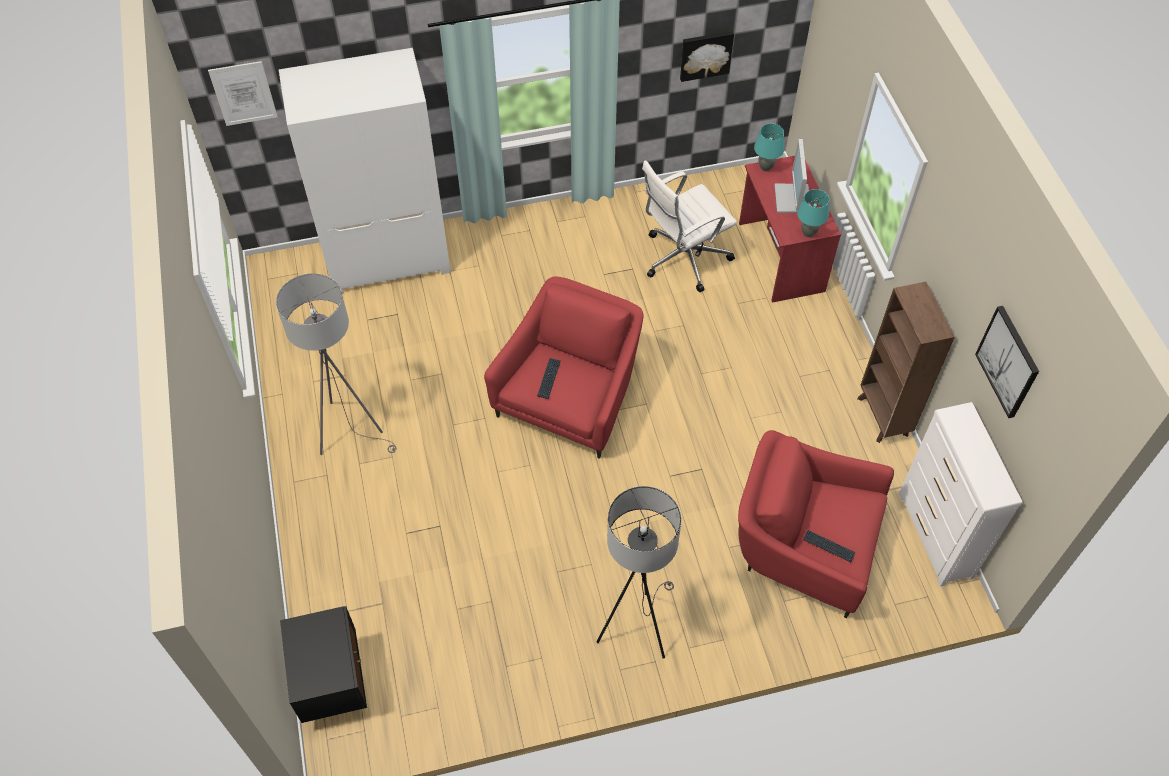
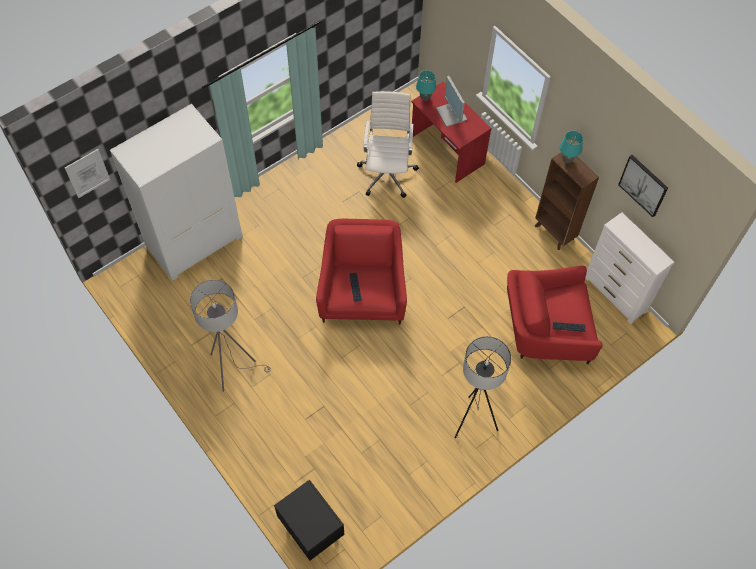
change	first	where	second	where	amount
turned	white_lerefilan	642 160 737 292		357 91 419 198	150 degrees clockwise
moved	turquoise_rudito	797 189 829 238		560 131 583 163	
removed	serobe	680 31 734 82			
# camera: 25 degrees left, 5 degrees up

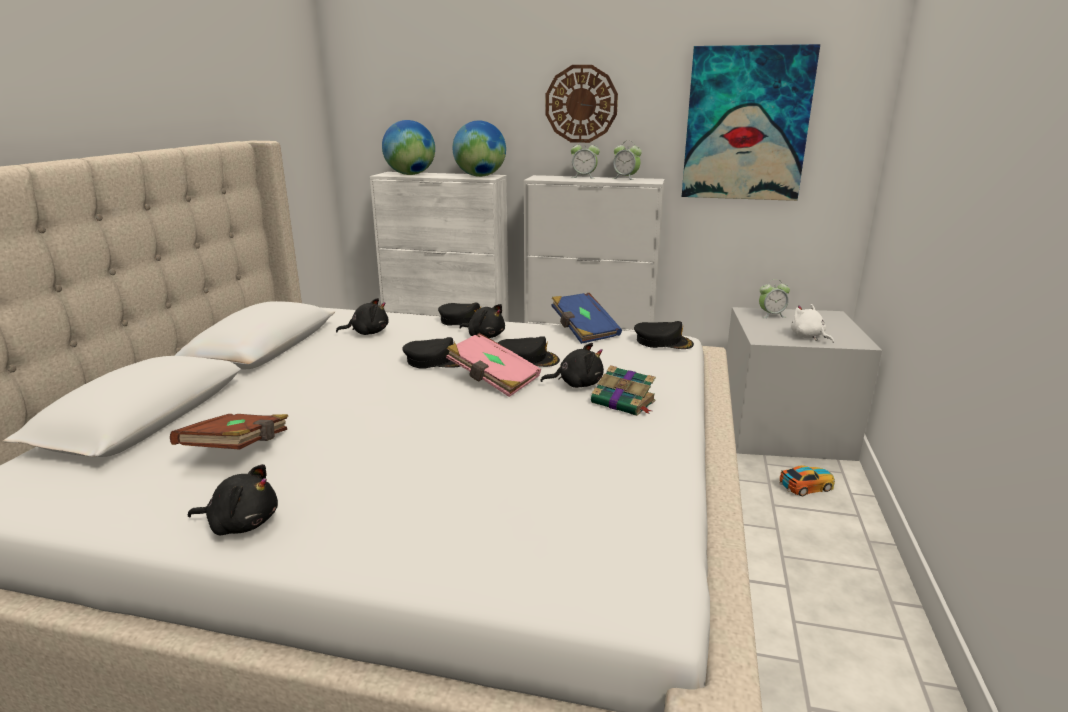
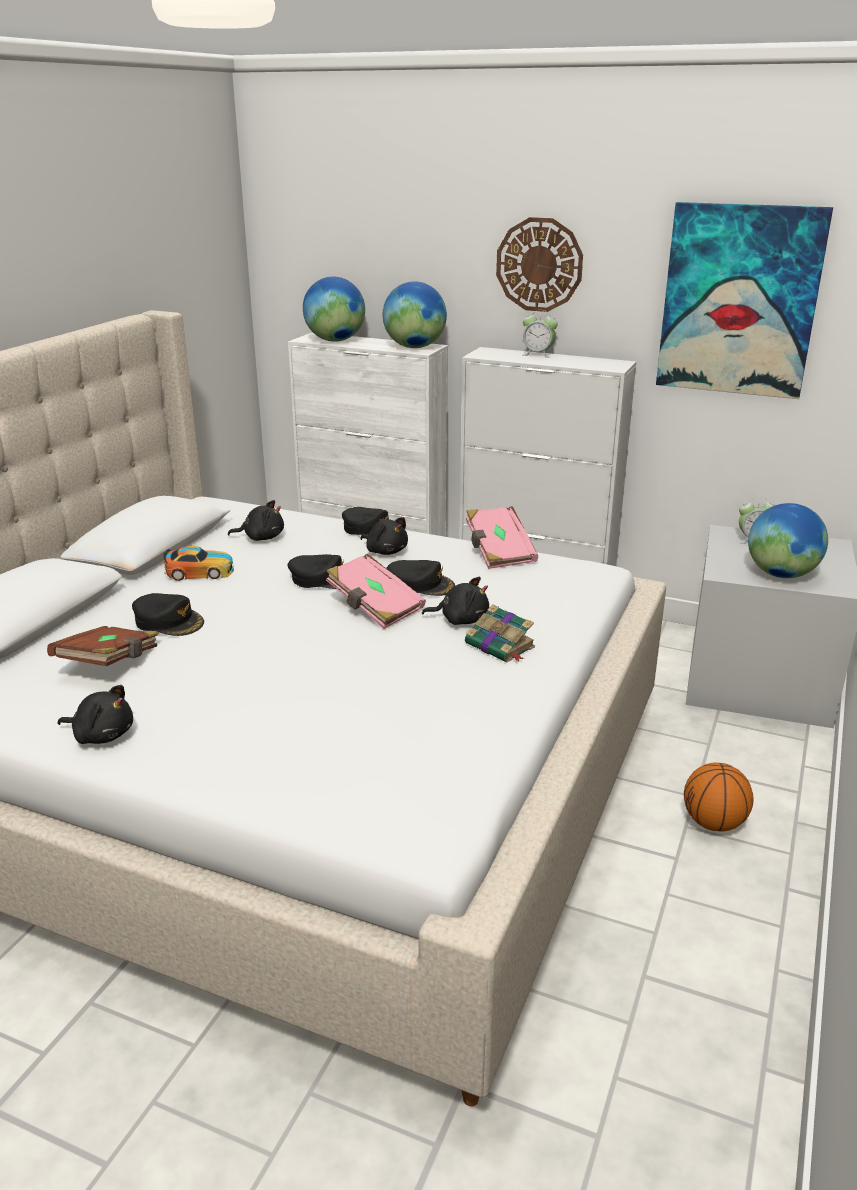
change	first	where	second	where	amount
moved	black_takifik	634 321 694 349		132 593 204 636	
moved	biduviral	779 465 835 496		163 546 234 581	
recoloured	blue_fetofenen	551 293 622 344	pink_fetofenen	466 506 538 569	
added			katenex	684 762 754 832	
replaced	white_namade	791 304 834 343	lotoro	748 503 828 578	
removed	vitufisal	613 141 642 180			
# camera: 10 degrees right, 5 degrees up

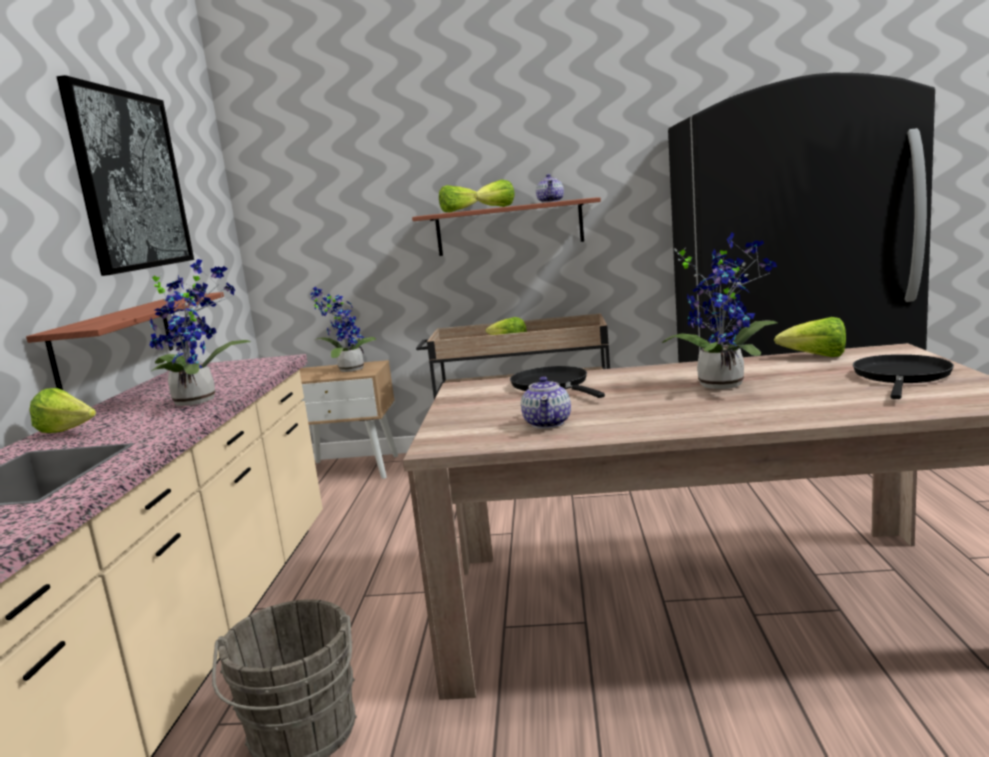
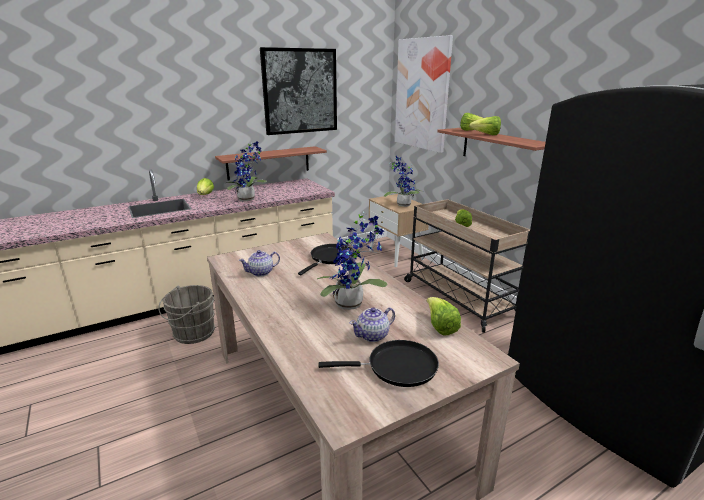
change	first	where	second	where	amount
moved	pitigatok	536 174 564 203		350 307 395 342	
added			serobe	395 35 453 153	
# camera: 55 degrees right, 10 degrees up

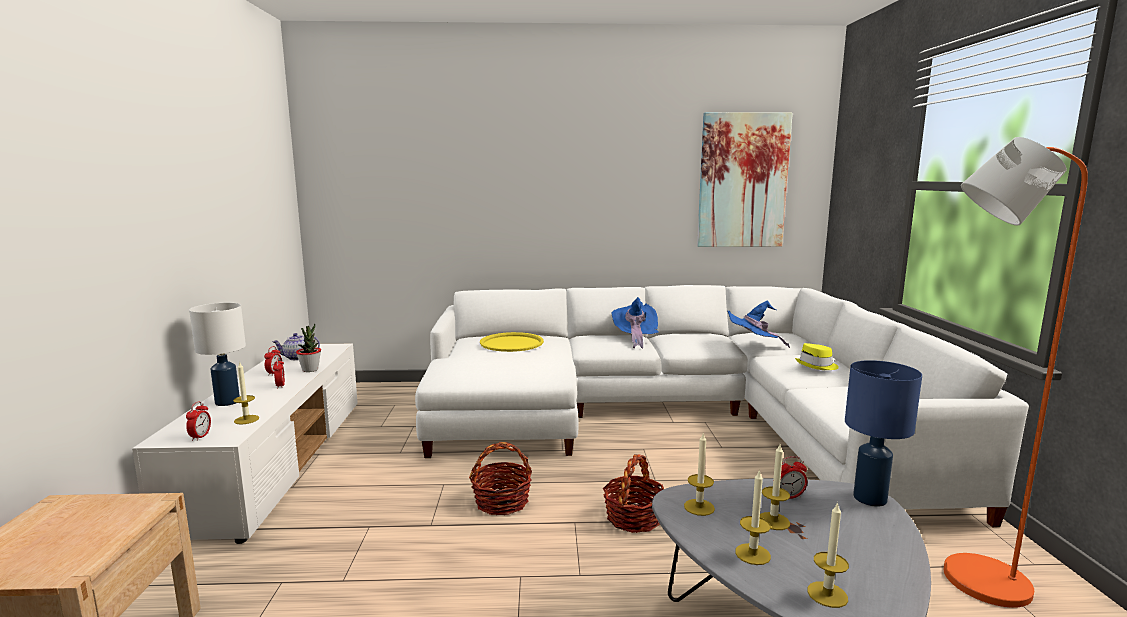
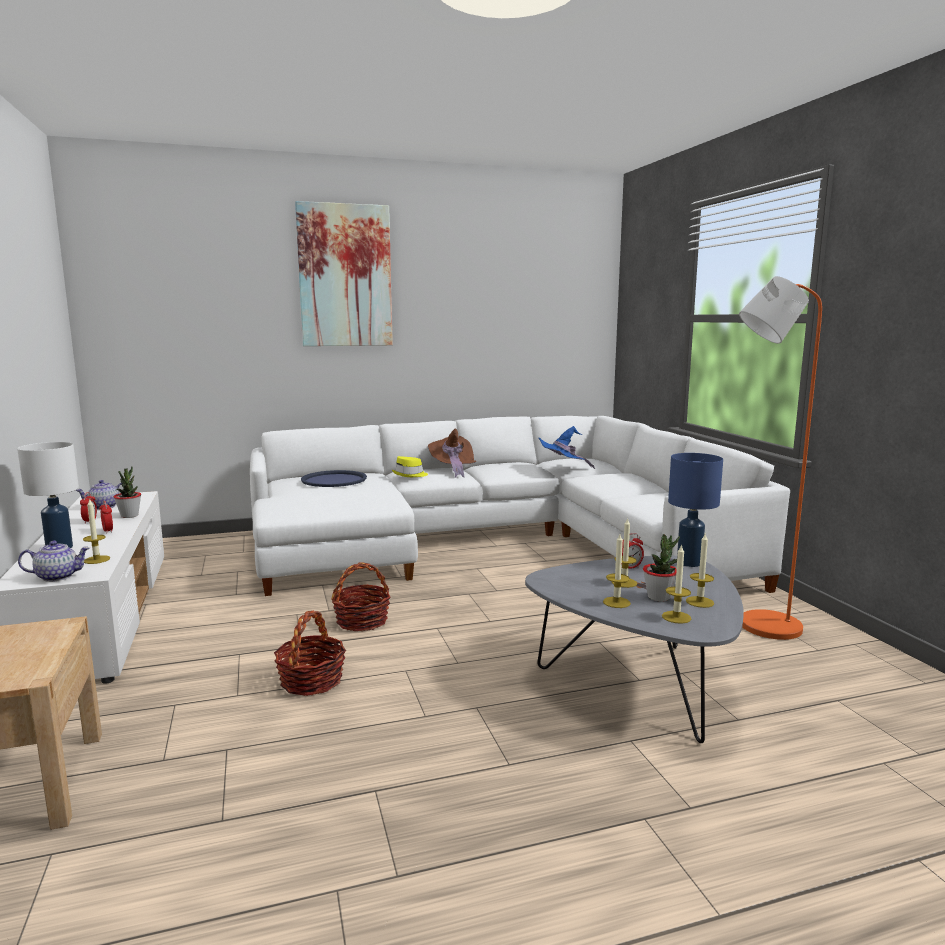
change	first	where	second	where	amount
replaced	vitufisal	186 401 211 441	pitigatok	18 541 90 582	
moved	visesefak	603 454 664 533		274 611 346 696	
moved	serobe	697 112 793 247		295 201 393 346	
recoloured	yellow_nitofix	480 332 544 352	blue_nitofix	301 470 367 487	
moved	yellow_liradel	795 343 839 370		392 456 428 477	
recoloured	blue_liradel	612 297 659 348	brown_liradel	428 429 476 478	
added			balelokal	643 534 680 601	
moved	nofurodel	684 432 715 516		686 534 714 608	
# camera: 15 degrees left, 0 degrees up

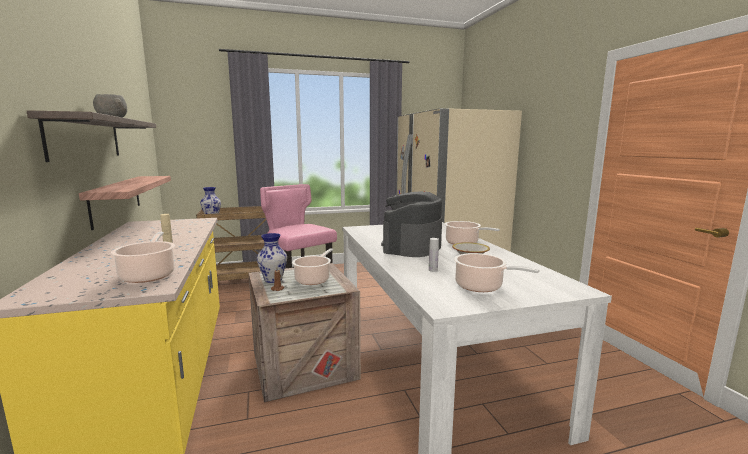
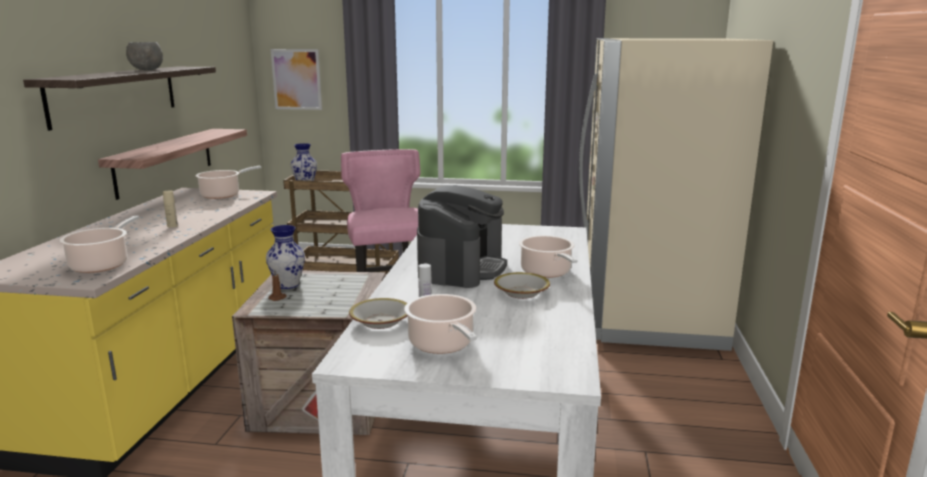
change	first	where	second	where	amount
moved	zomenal	292 248 333 285		196 166 262 199	
added			serobe	271 49 322 110	
added			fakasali	349 298 408 329	
turned	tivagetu	381 191 442 257		417 185 507 288	150 degrees clockwise
# camera: 25 degrees right, 5 degrees up

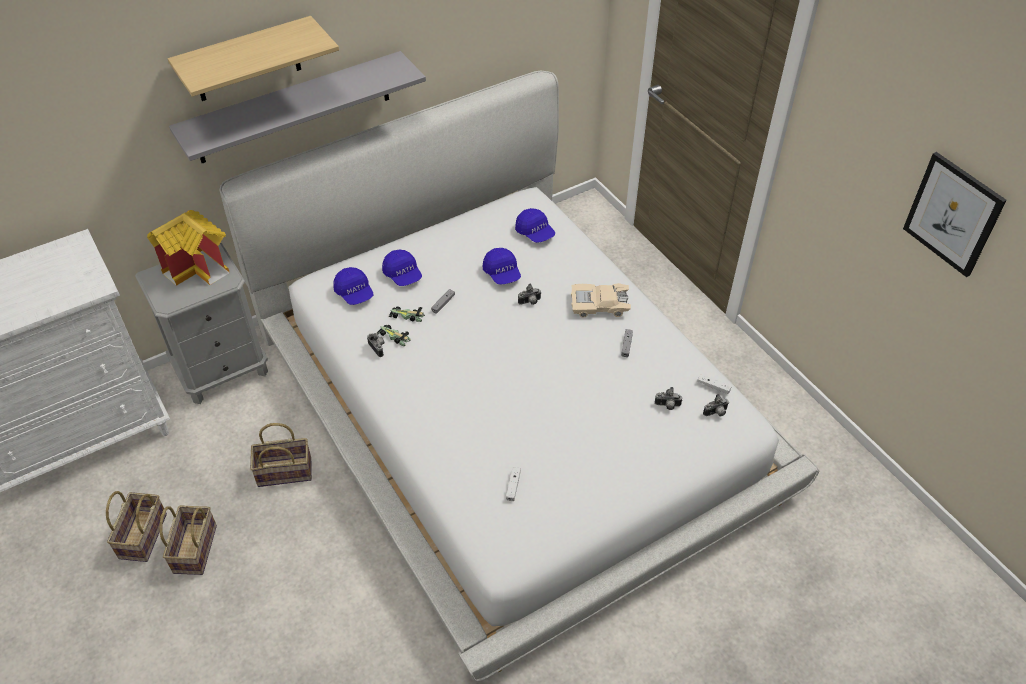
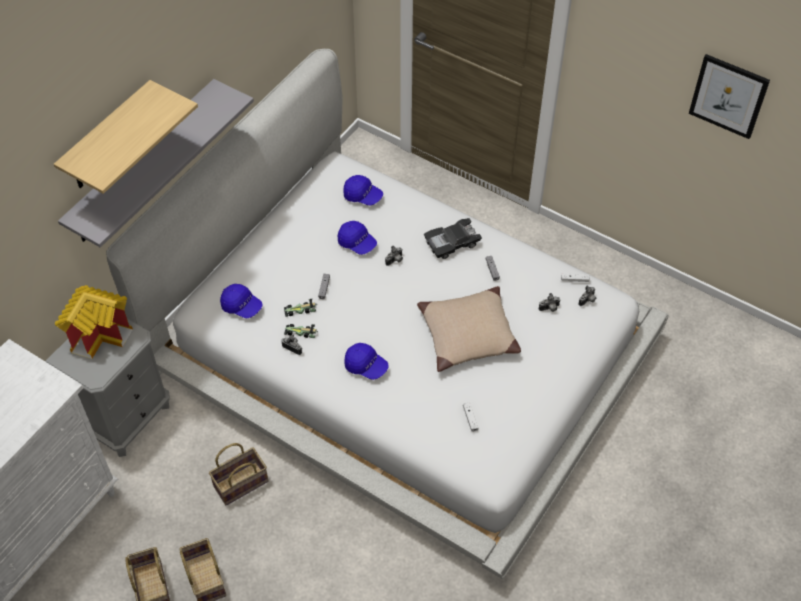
change	first	where	second	where	amount
moved	blue_takifik	382 249 422 286		344 343 388 380	
added			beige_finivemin	417 286 521 372	
recoloured	beige_biduviral	571 283 631 318	black_biduviral	424 218 482 259	
# camera: 25 degrees left, 5 degrees up

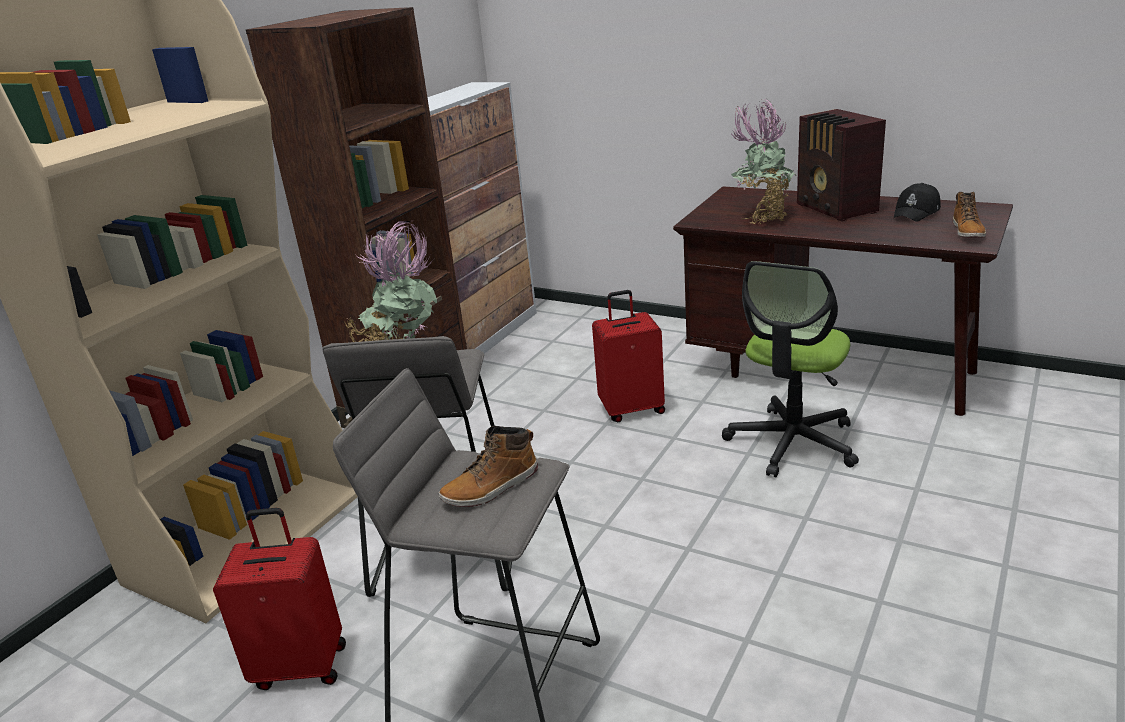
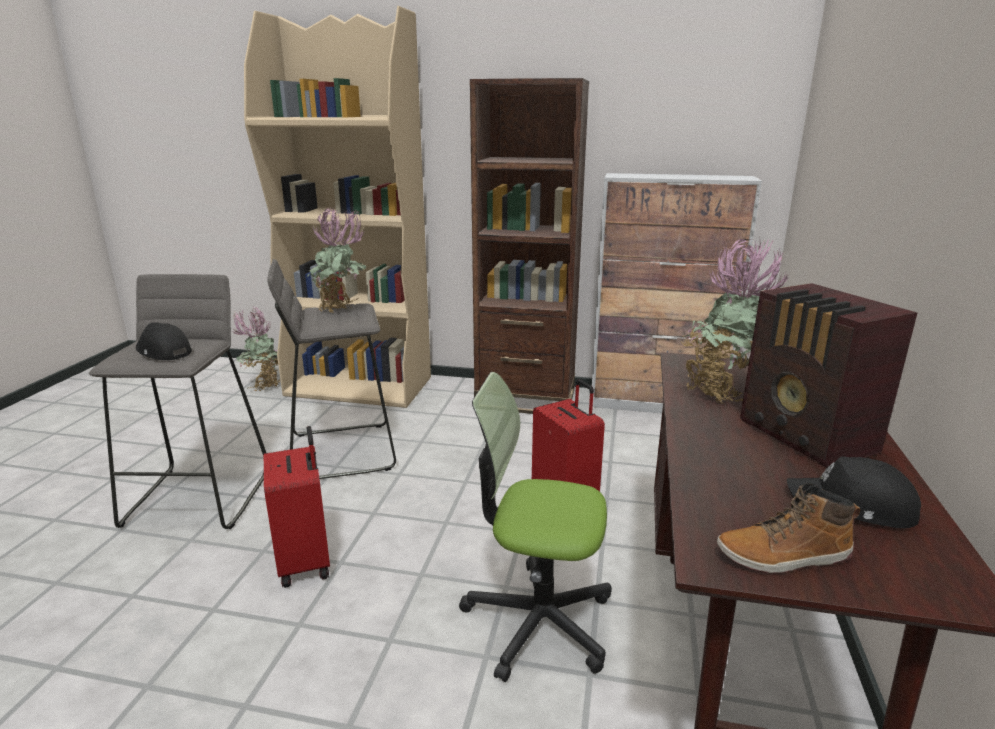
change	first	where	second	where	amount
replaced	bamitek	439 426 538 507	black_takifik	136 322 192 360	
added			balelokal	232 306 281 391	
moved	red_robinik	213 508 346 690		264 426 330 588	
turned	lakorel	797 109 886 221		740 283 917 468	75 degrees counterclockwise
# camera: 70 degrees right, 5 degrees down

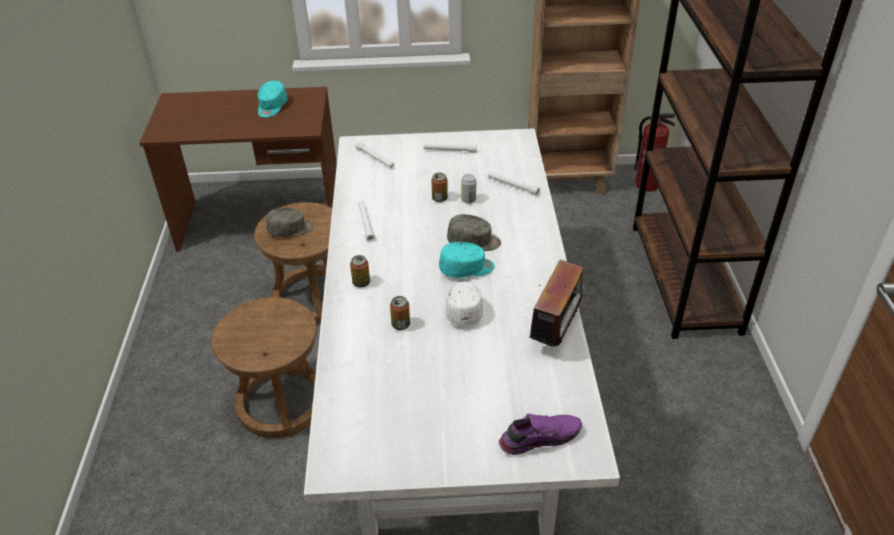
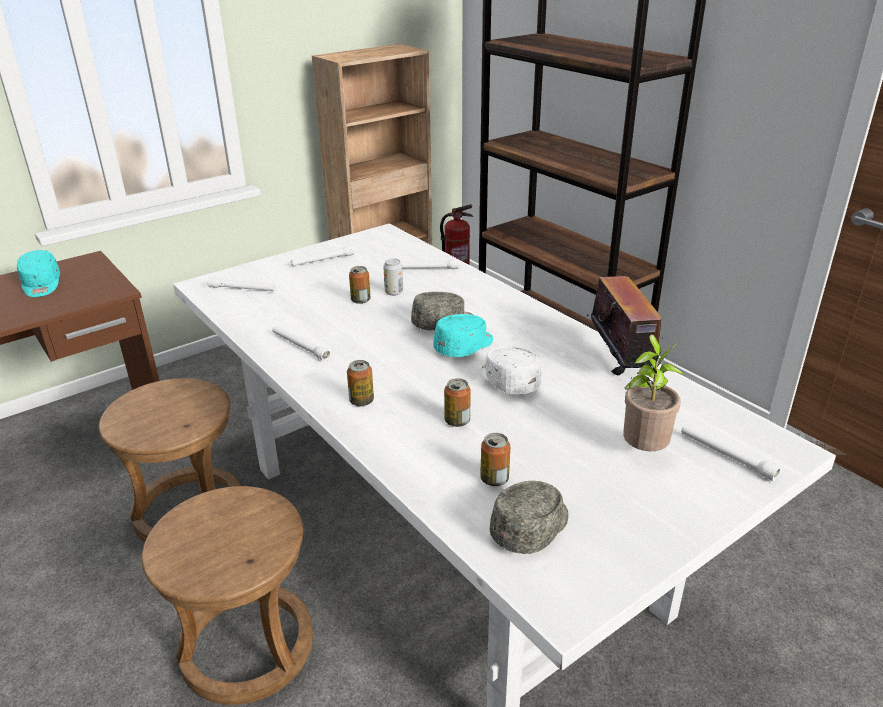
change	first	where	second	where	amount
added			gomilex	480 433 510 486	
moved	grey_takifik	267 208 314 237		490 481 569 554	
added			balelokal	623 335 684 451	
replaced	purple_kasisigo	499 414 582 455	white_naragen	681 425 781 481	
# camera: 35 degrees left, 10 degrees down

